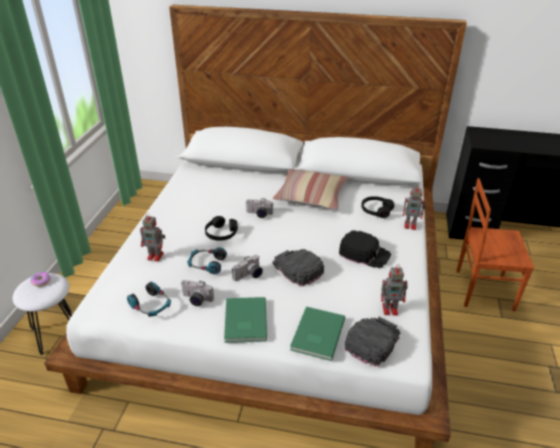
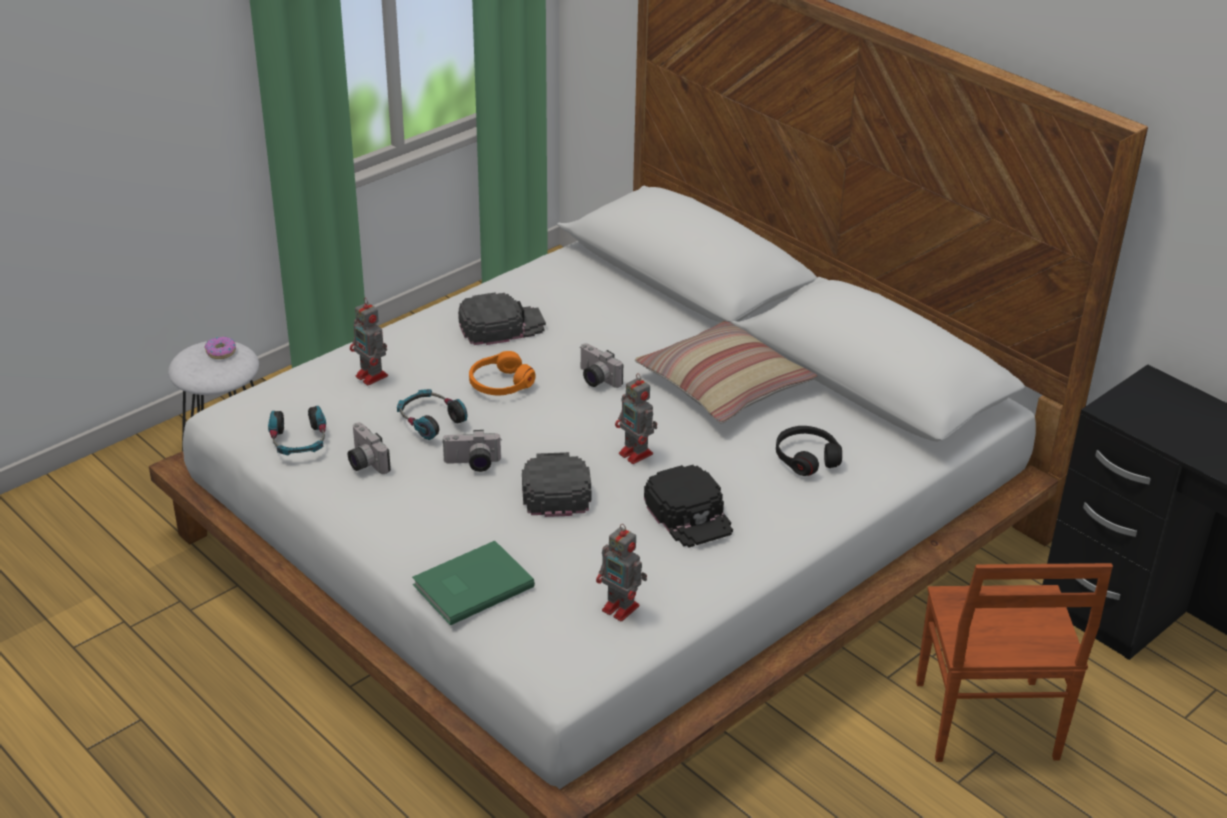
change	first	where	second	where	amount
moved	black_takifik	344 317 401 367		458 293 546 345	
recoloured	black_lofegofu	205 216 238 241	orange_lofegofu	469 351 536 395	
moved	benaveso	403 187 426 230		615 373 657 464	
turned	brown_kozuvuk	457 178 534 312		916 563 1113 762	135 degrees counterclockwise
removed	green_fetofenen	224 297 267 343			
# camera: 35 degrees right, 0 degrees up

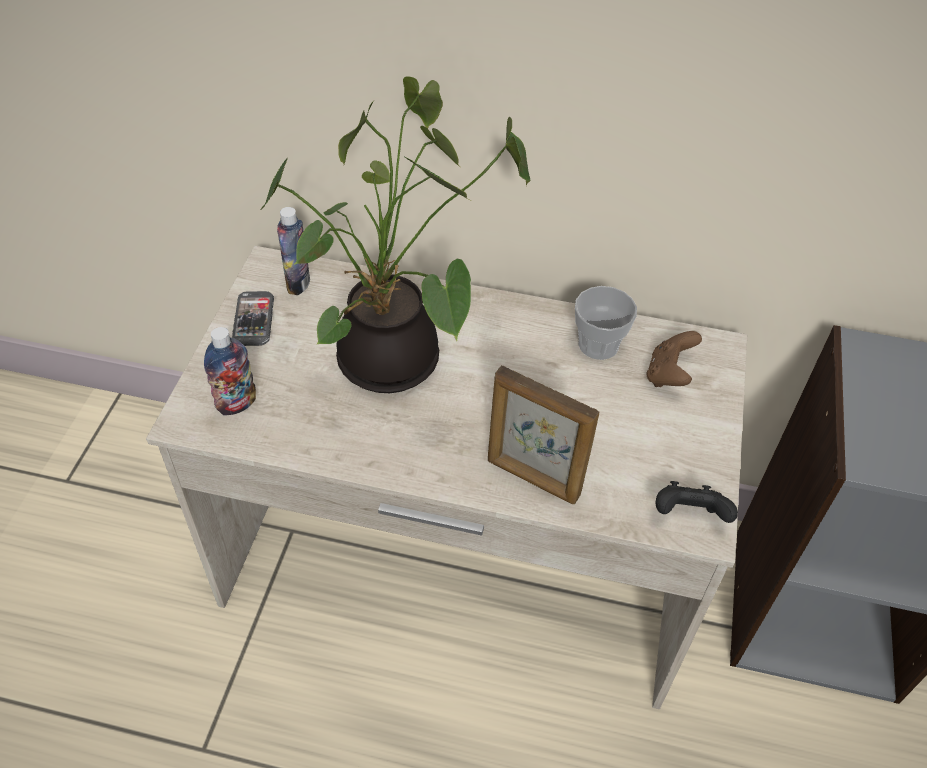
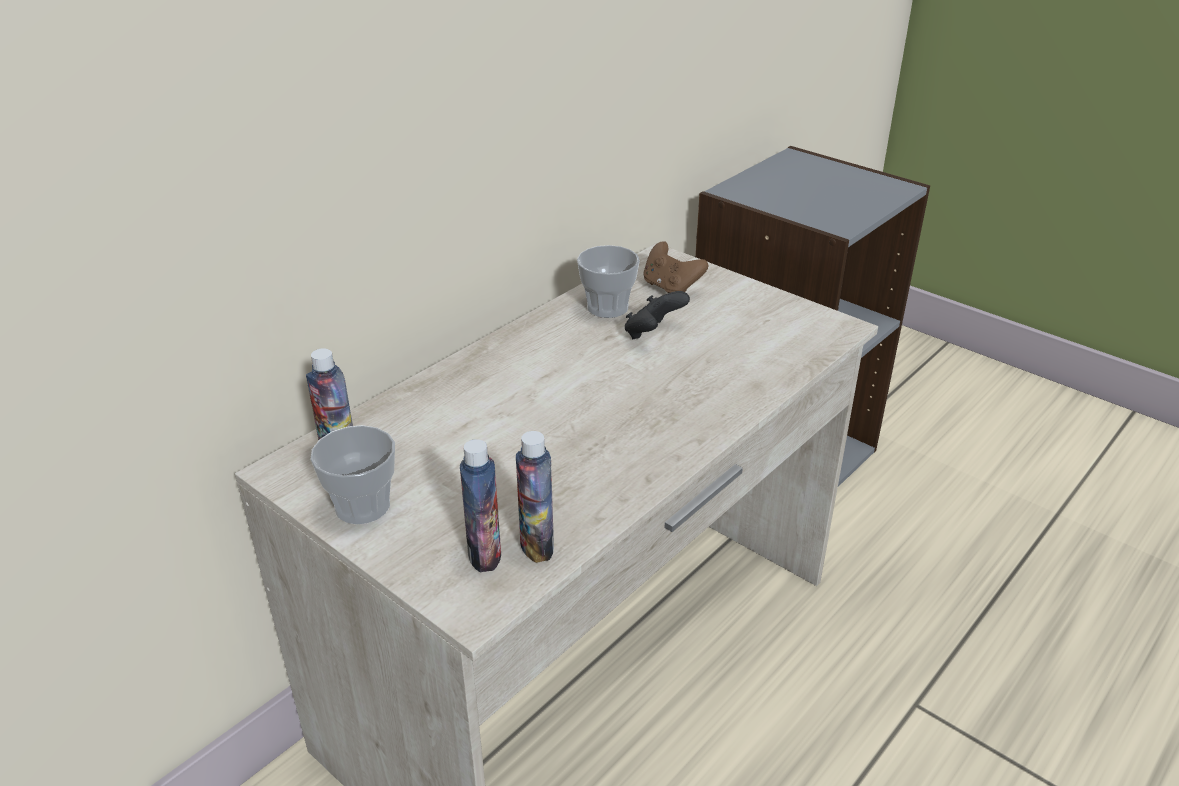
change	first	where	second	where	amount
replaced	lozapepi	232 291 274 346	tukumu	310 425 395 524	
added			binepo	516 431 554 563	
moved	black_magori	655 481 738 523		625 291 690 339	
removed	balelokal	260 76 531 393			
removed	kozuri	488 365 599 504			
# camera: 60 degrees left, 15 degrees down

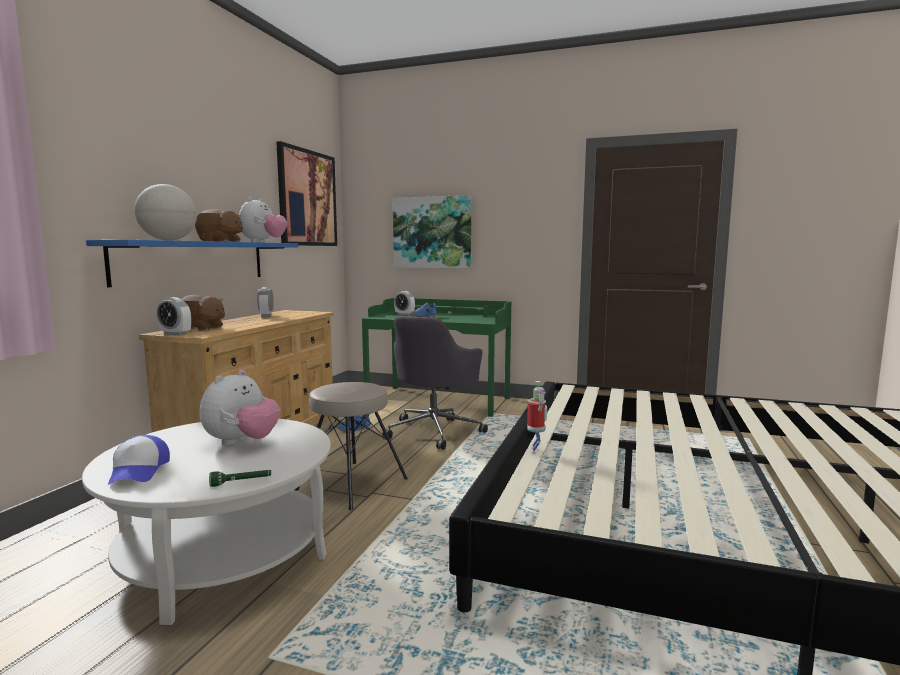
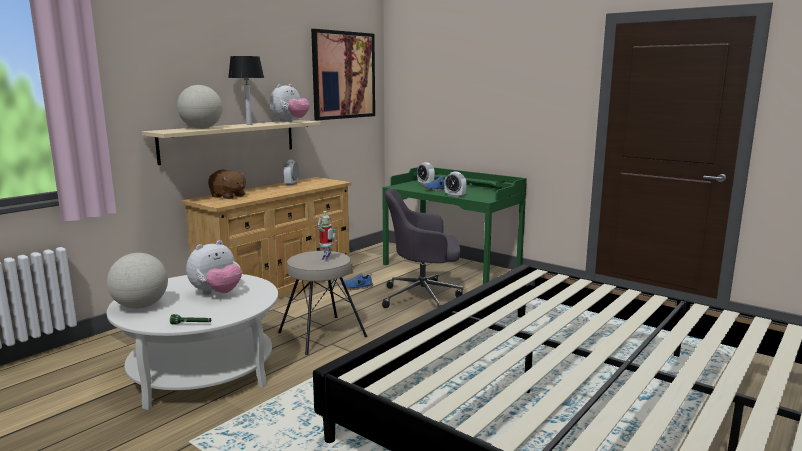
change	first	where	second	where	amount
replaced	takifik	108 435 170 485	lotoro	107 253 168 309	
recoloured	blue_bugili	86 240 298 287	beige_bugili	142 120 321 165	
replaced	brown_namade	195 209 243 242	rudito	228 56 264 125	
moved	benaveso	527 381 547 454		317 211 337 262	
turned	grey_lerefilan	383 316 488 450		382 188 463 308	45 degrees clockwise
moved	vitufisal	157 297 191 335		444 171 467 197	
removed	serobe	393 195 471 268			
# camera: 20 degrees right, 5 degrees up

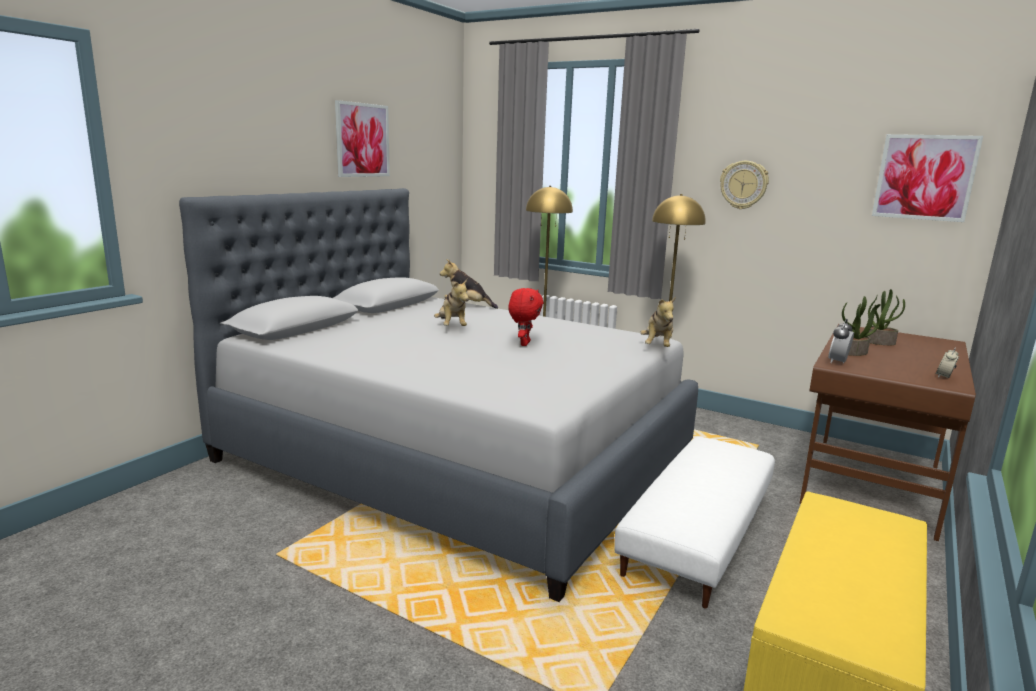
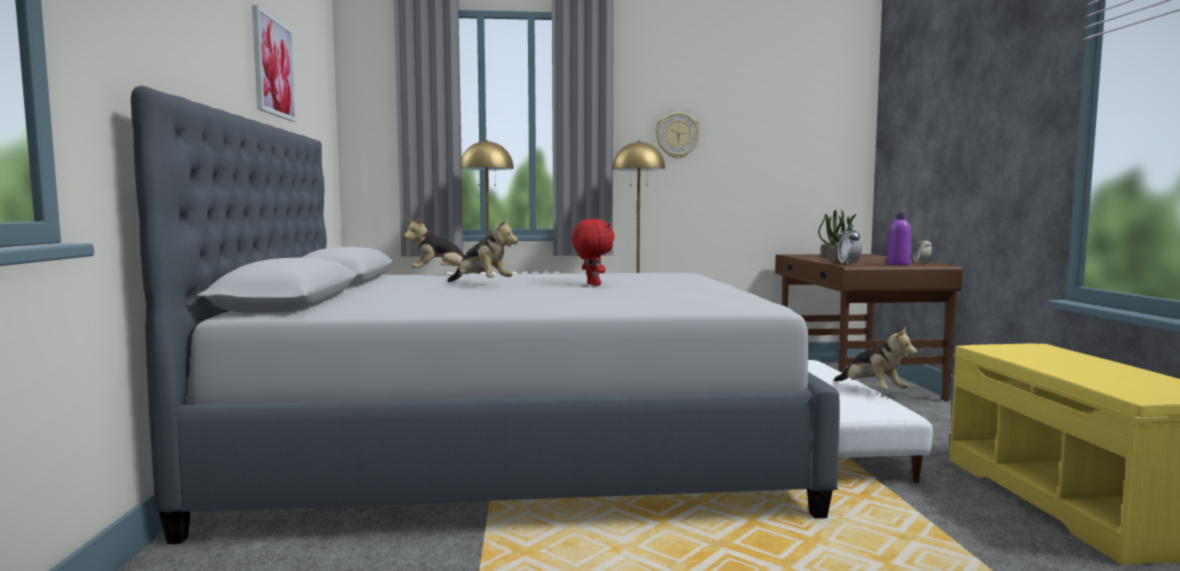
change	first	where	second	where	amount
moved	namade	641 297 676 347		834 326 917 389	
added			purple_binepo	887 213 911 265	
removed	serobe	872 134 983 222			
# camera: 35 degrees left, 10 degrees down

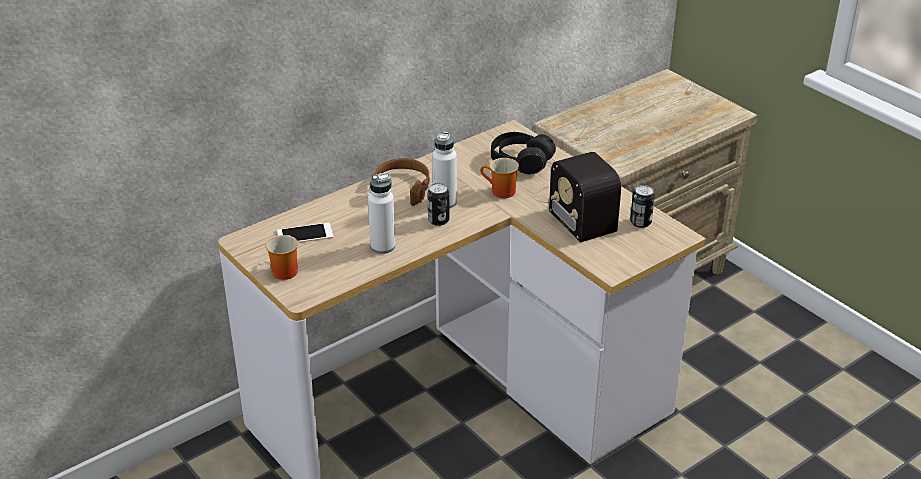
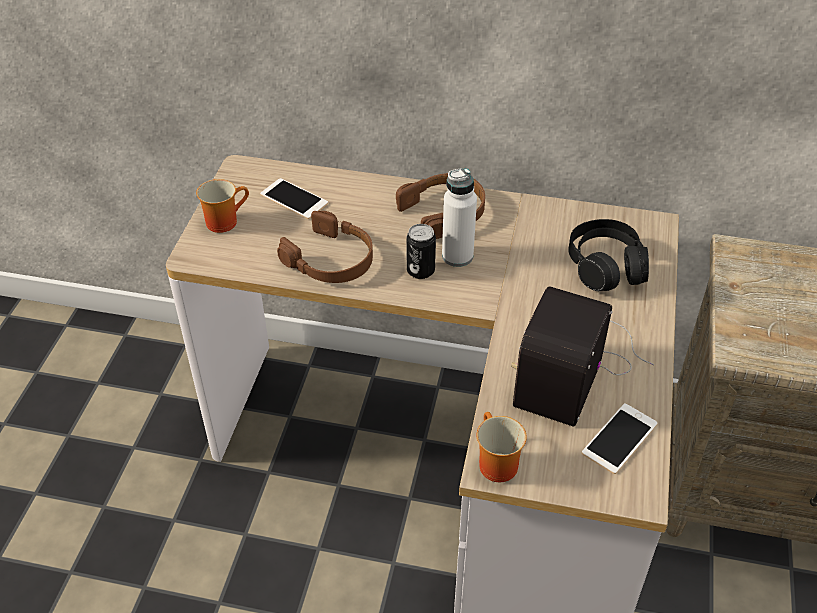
change	first	where	second	where	amount
replaced	white_binepo	368 173 395 254	brown_lofegofu	277 211 373 283	
moved	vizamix	480 158 519 198		477 412 526 482	
replaced	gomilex	630 185 655 228	lozapepi	582 403 657 474	
# camera: 50 degrees right, 10 degrees up

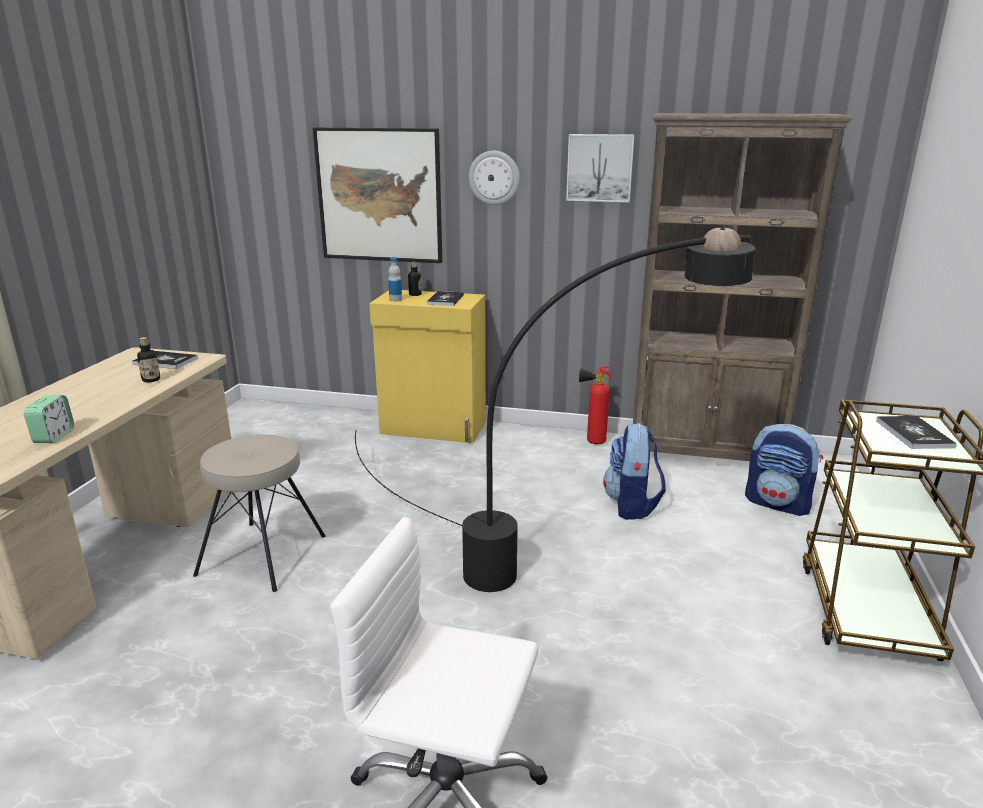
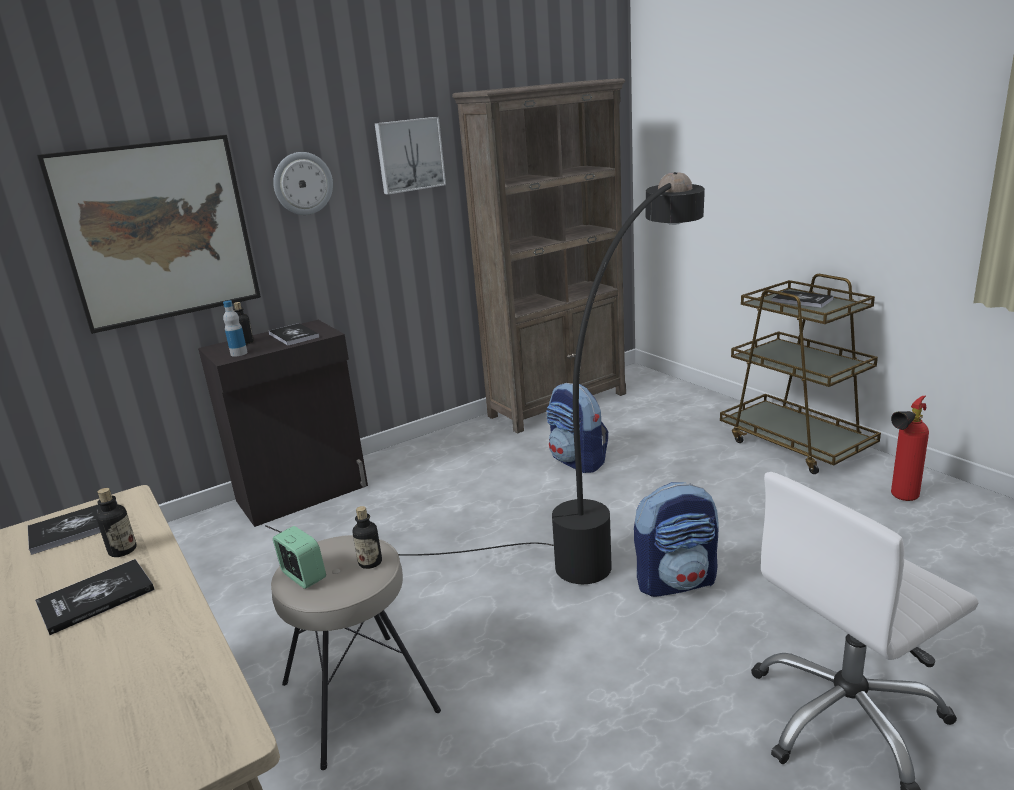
change	first	where	second	where	amount
added			fetofenen	35 559 155 635	
recoloured	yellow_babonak	369 290 486 443	black_babonak	198 320 368 527	
moved	vitufisal	24 395 74 443		273 526 326 589	
added			binepo	352 506 382 569	
moved	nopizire	745 424 823 516		634 482 719 597	
moved	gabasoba	579 366 611 444		891 395 929 501	
# camera: 45 degrees left, 0 degrees up

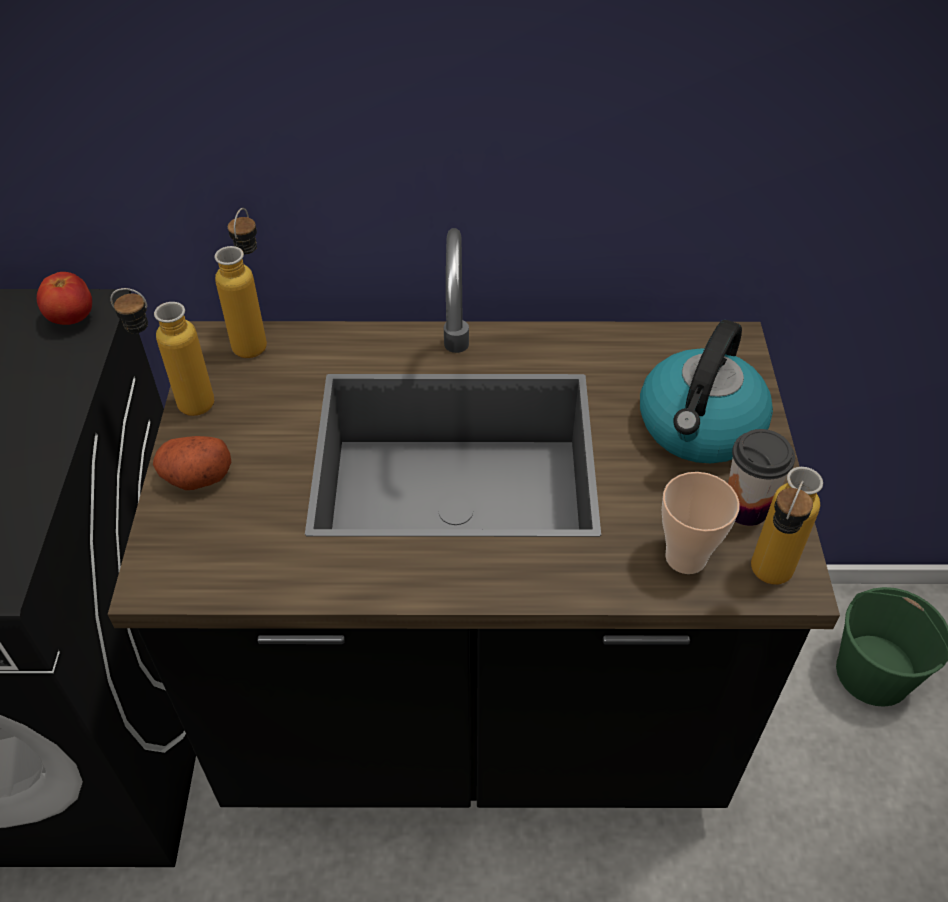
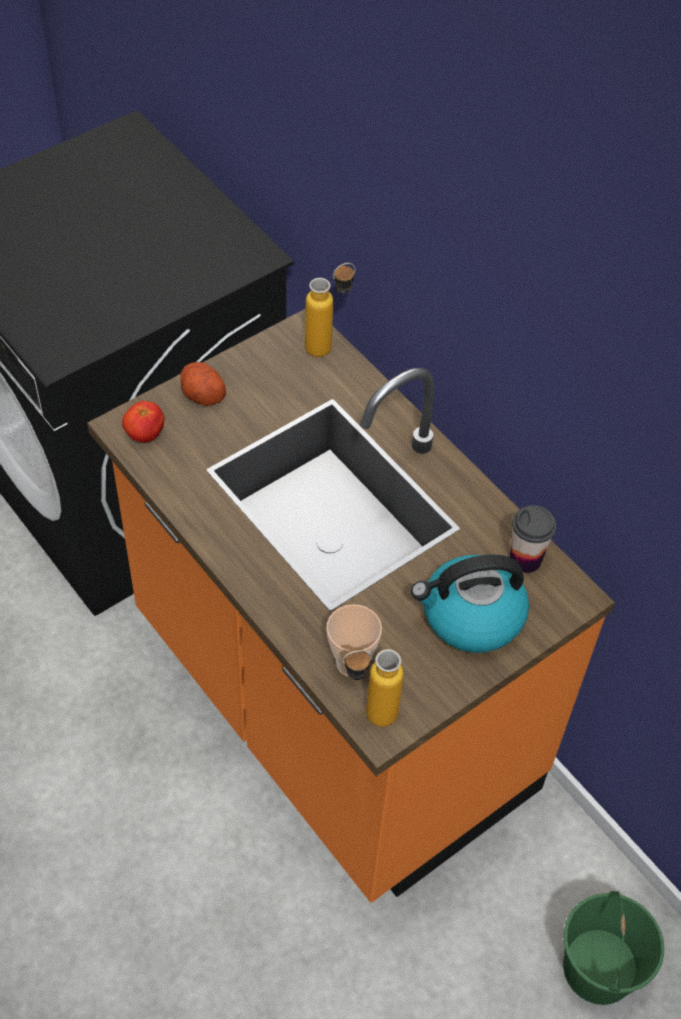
change	first	where	second	where	amount
recoloured	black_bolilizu	108 228 840 808	orange_bolilizu	87 308 615 903	
moved	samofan	37 272 92 325		122 401 164 443	
moved	tukumu	728 429 795 526		510 505 556 573	
removed	binepo	110 288 214 416			
# camera: 50 degrees right, 5 degrees up

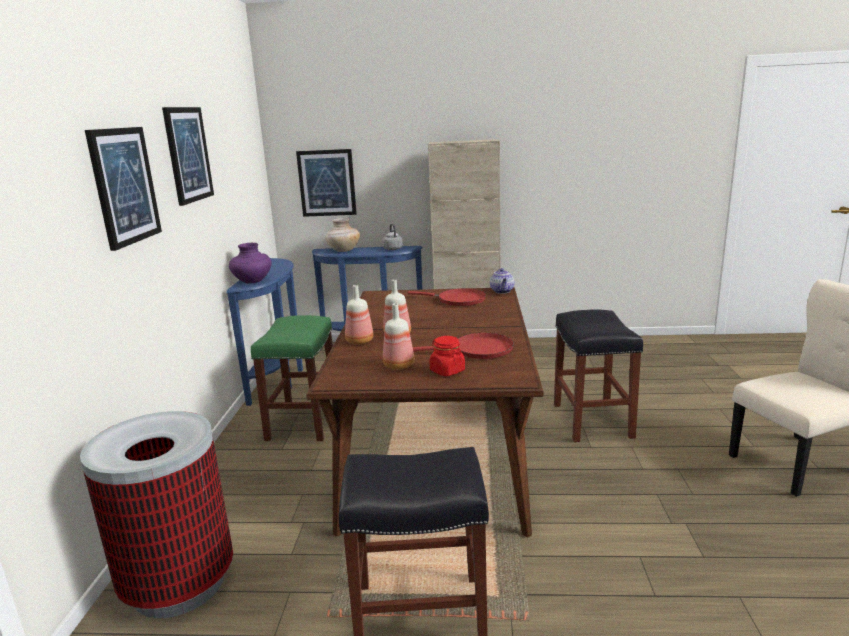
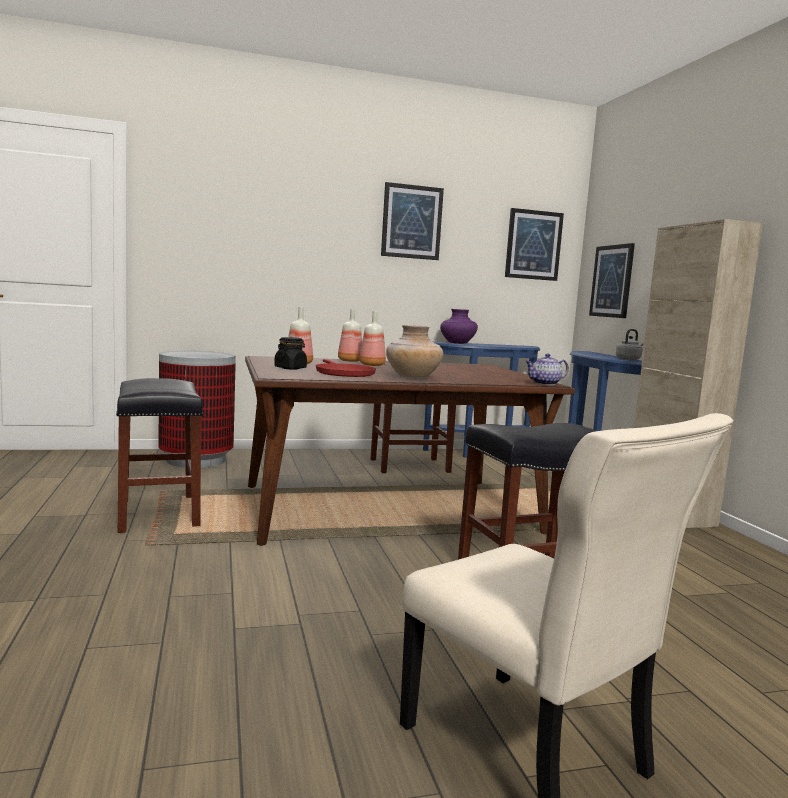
change	first	where	second	where	amount
recoloured	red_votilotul	430 336 465 376	black_votilotul	274 337 307 370	
moved	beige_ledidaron	325 218 360 252		386 325 443 378	
moved	serobe	85 127 162 251		505 208 564 281	
removed	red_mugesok	408 288 486 306			
# camera: 70 degrees right, 10 degrees down

